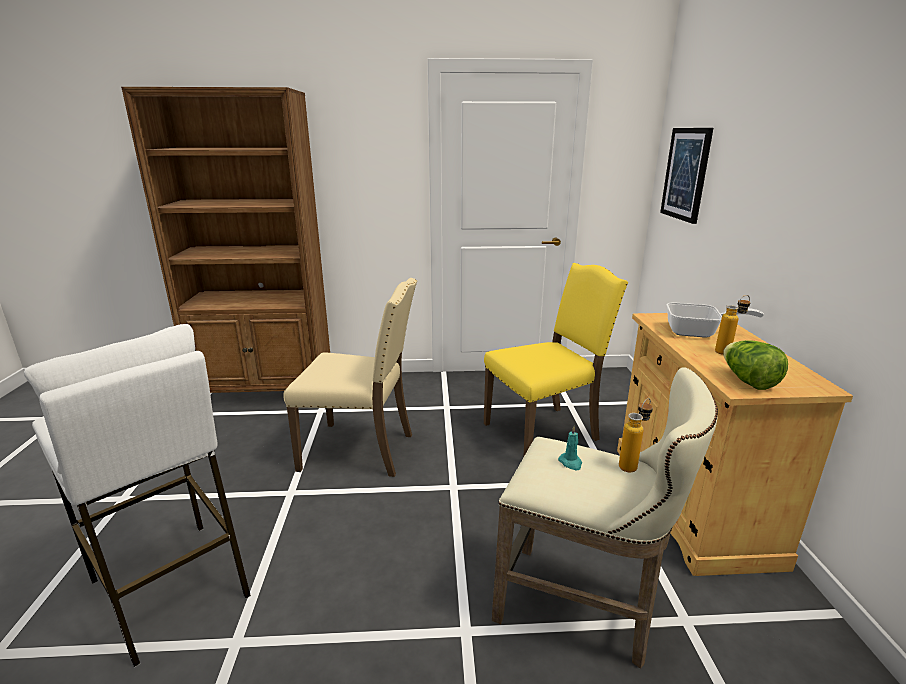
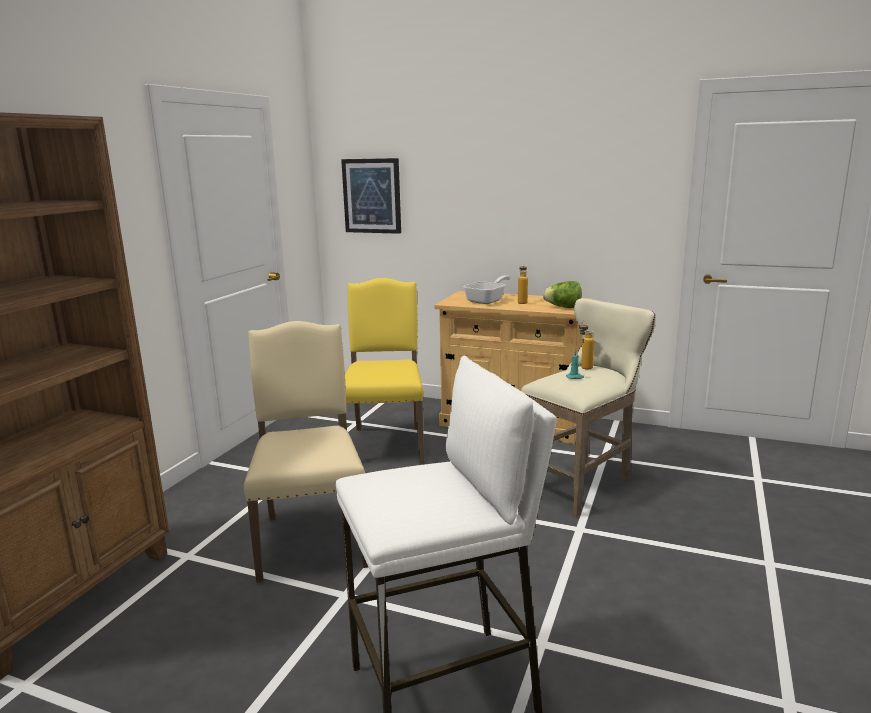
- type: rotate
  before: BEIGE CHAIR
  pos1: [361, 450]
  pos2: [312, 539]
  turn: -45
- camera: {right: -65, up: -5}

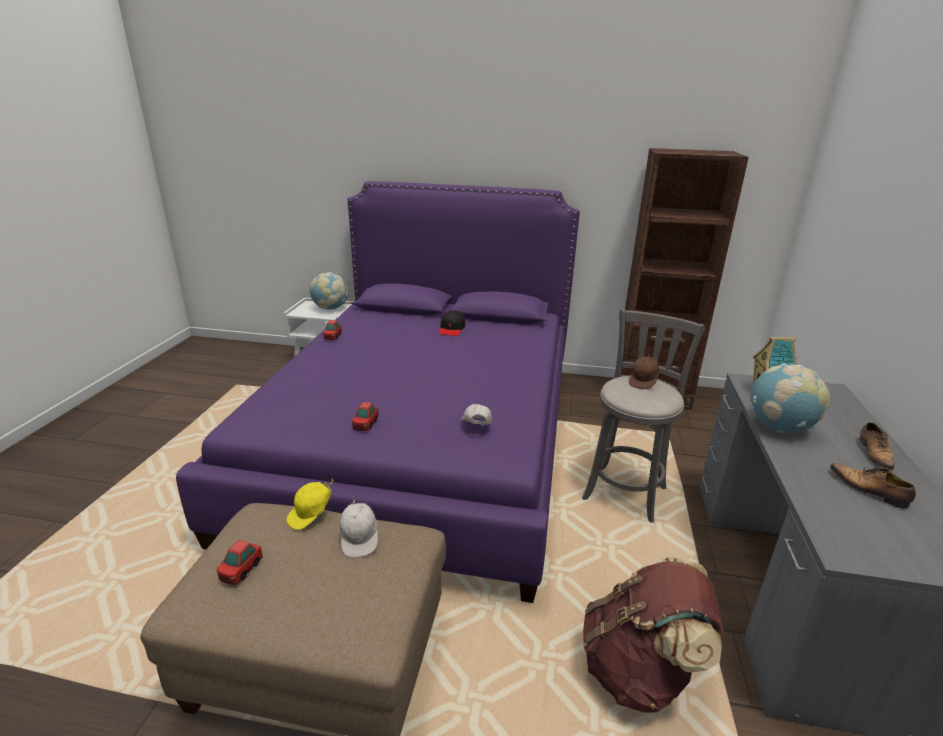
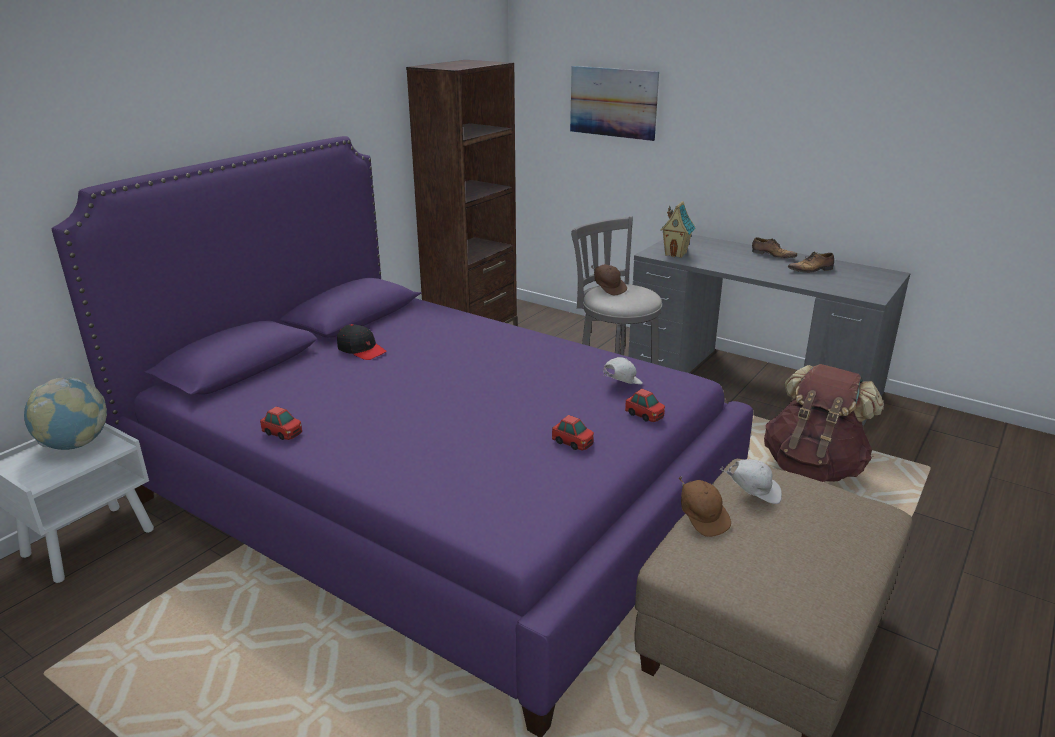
- type: delete
  before: GLOBE
  pos1: [779, 427]
- type: insert
  after: PICTURE
  pos2: [613, 102]
- type: move
  before: TOY CAR
  pos1: [241, 570]
  pos2: [644, 415]
- type: recolor
  before: YELLOW CAP
  after: BROWN CAP
  pos1: [311, 515]
  pos2: [702, 518]
- type: rotate
  before: WHITE CAP
  pos1: [476, 428]
  pos2: [620, 385]
  turn: 120
- camera: {right: -65, up: 0}

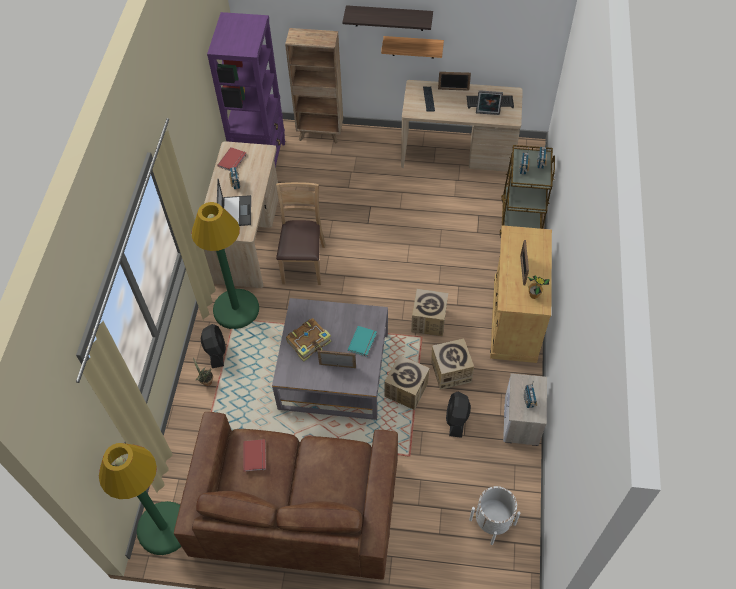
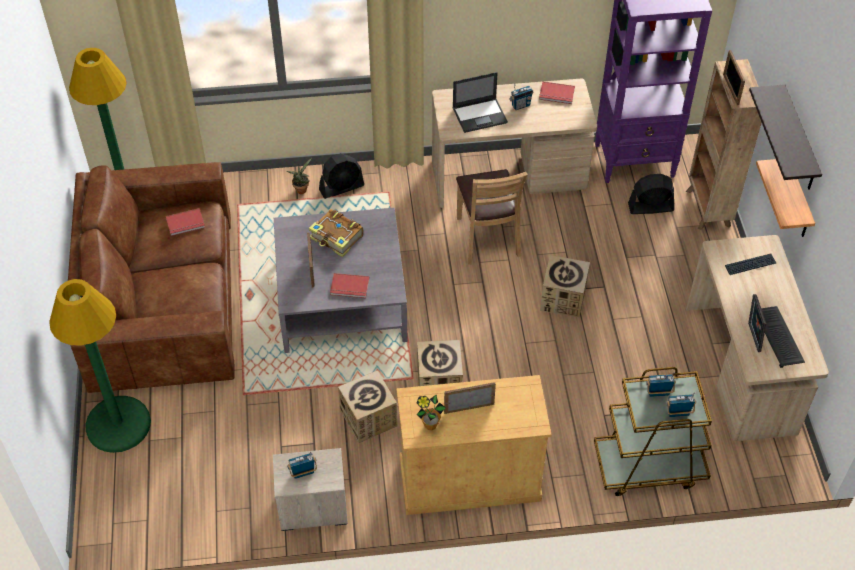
- type: delete
  before: WHITE PLANTER
  pos1: [492, 522]
- type: move
  before: GREEN FLOOR LAMP
  pos1: [236, 309]
  pos2: [118, 424]
- type: move
  before: CARDBOARD BOX
  pos1: [406, 390]
  pos2: [563, 298]
- type: move
  before: PICTURE FRAME
  pos1: [453, 89]
  pos2: [730, 89]
- type: move
  before: BLACK FAN
  pos1: [457, 419]
  pos2: [650, 207]
- type: recolor
  before: TURQUOISE BOOK
  after: RED BOOK
  pos1: [363, 342]
  pos2: [349, 287]
- type: rotate
  before: BROWN CHAIR
  pos1: [303, 263]
  pos2: [487, 238]
  turn: 90
- camera: {right: 75, up: -5}

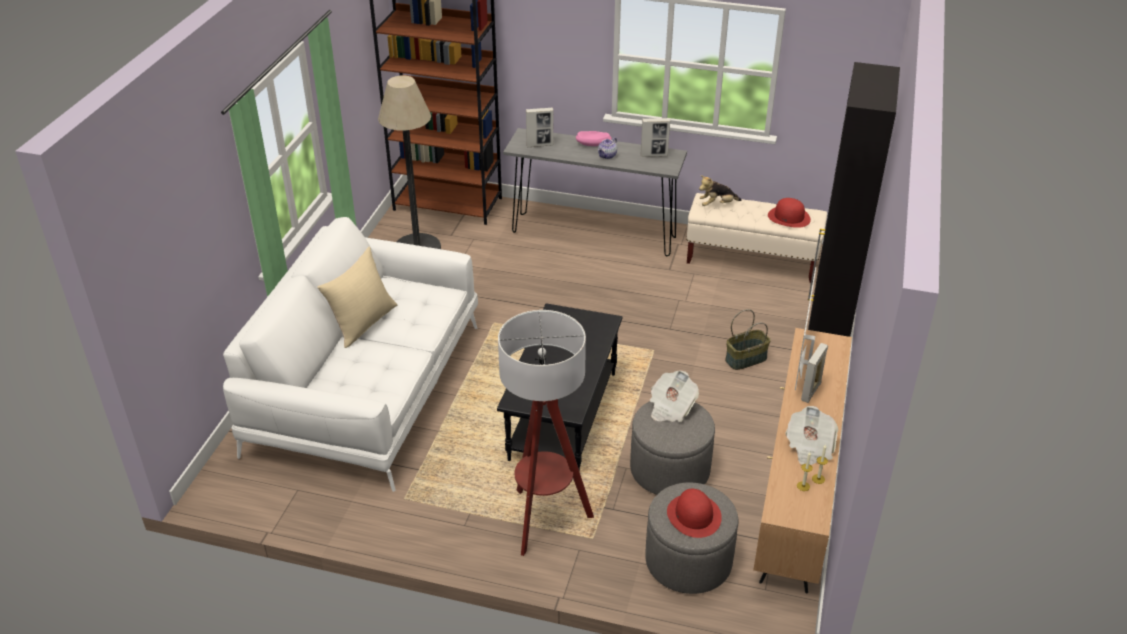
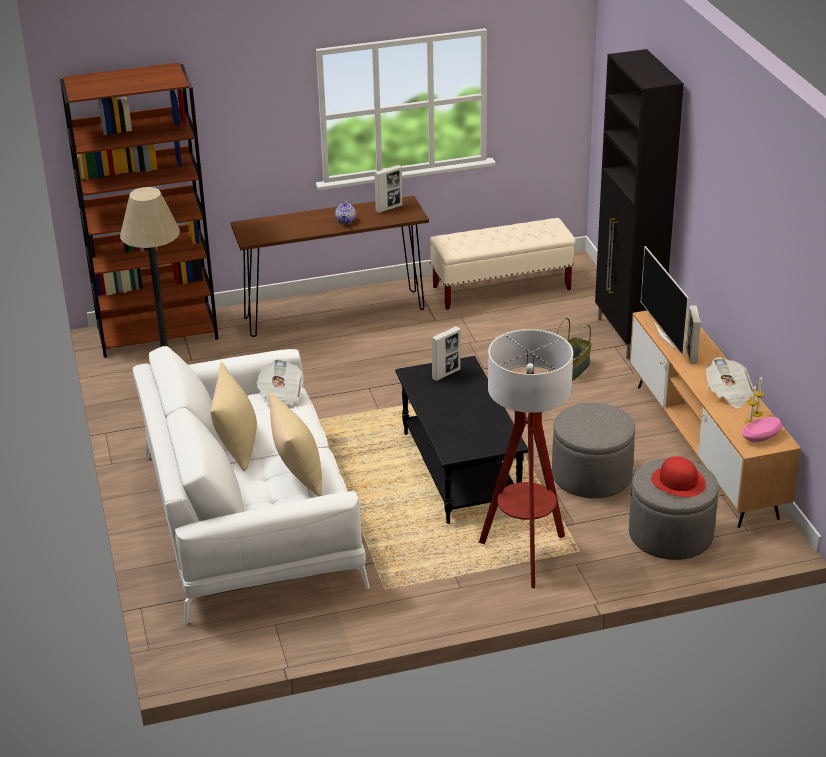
- type: delete
  before: PLUSH TOY
  pos1: [717, 204]
- type: delete
  before: RED HAT
  pos1: [789, 217]
- type: insert
  after: BEIGE PILLOW
  pos2: [297, 473]
- type: move
  before: PICTURE FRAME
  pos1: [540, 145]
  pos2: [446, 374]
- type: move
  before: PINK BOWL
  pos1: [593, 144]
  pos2: [761, 437]
- type: move
  before: NEWSPAPER
  pos1: [671, 407]
  pos2: [280, 396]
- type: recolor
  before: GREY CONSOLE TABLE
  after: BROWN CONSOLE TABLE
  pos1: [593, 234]
  pos2: [334, 314]
- camera: {right: -30, up: -5}

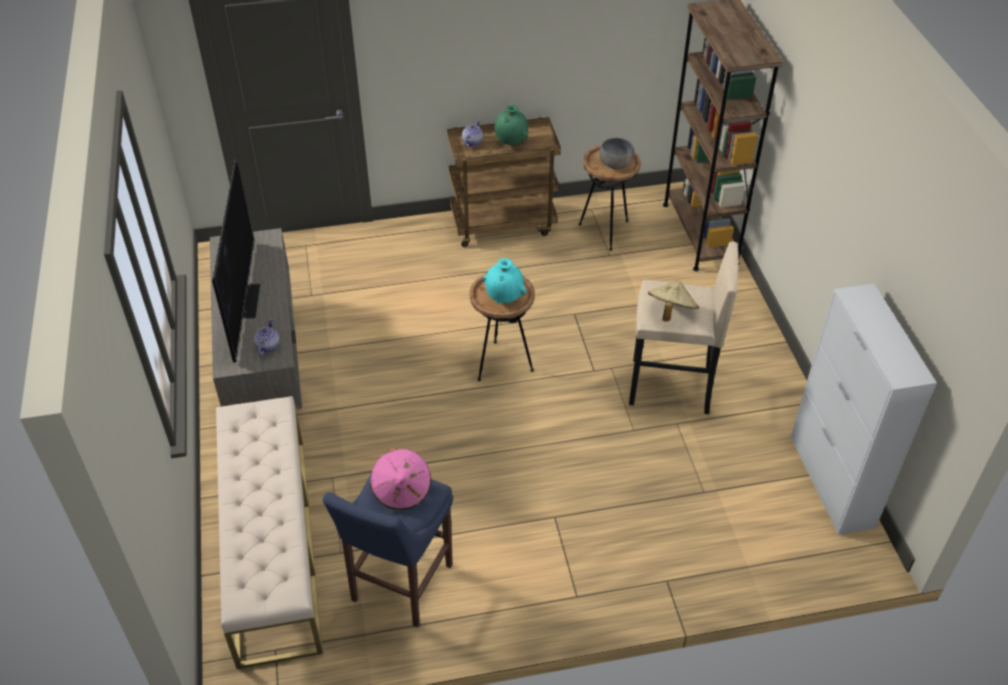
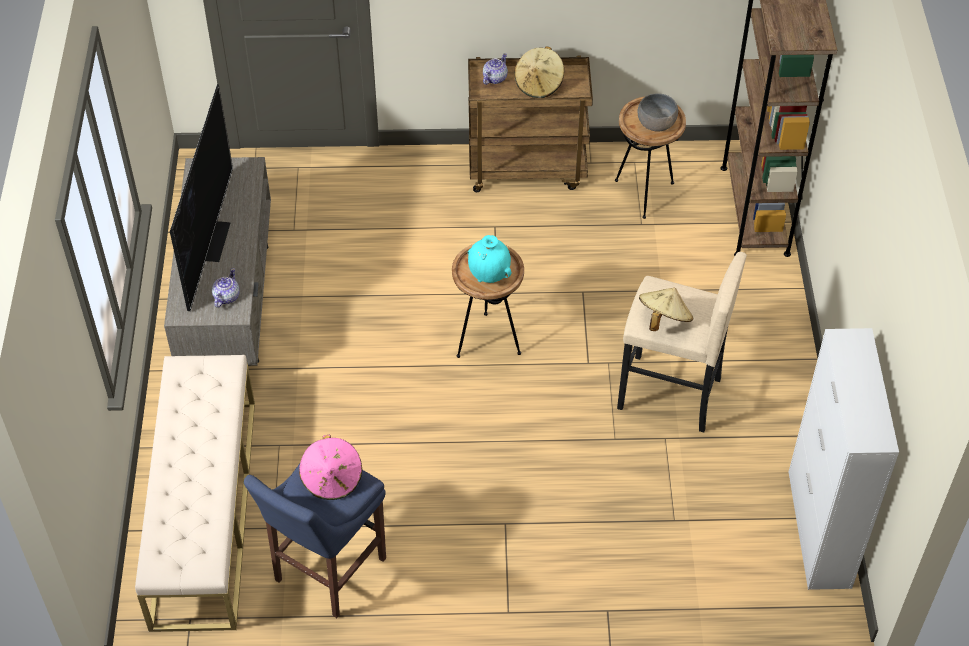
- type: replace
  before: GREEN VASE
  after: BEIGE HAT
  pos1: [511, 143]
  pos2: [539, 84]
- camera: {right: 10, up: 5}

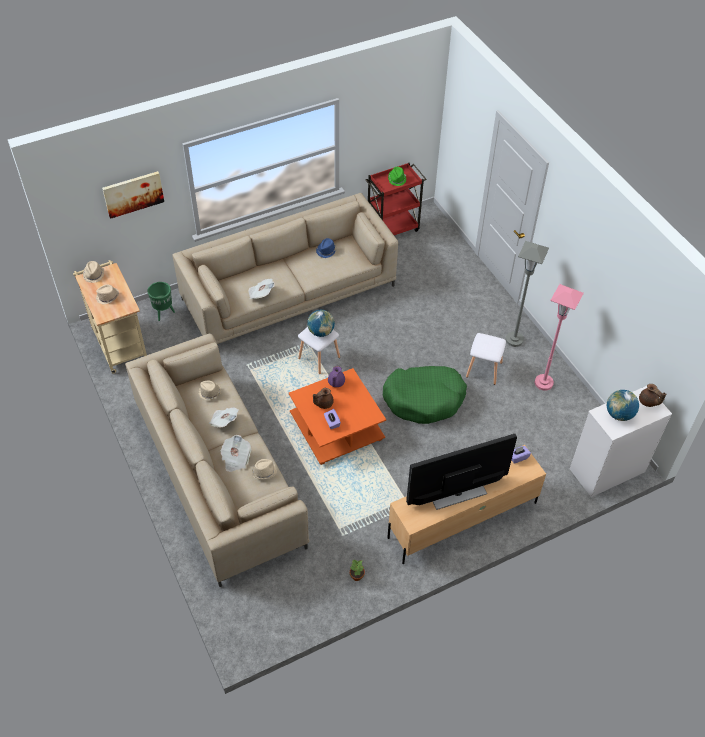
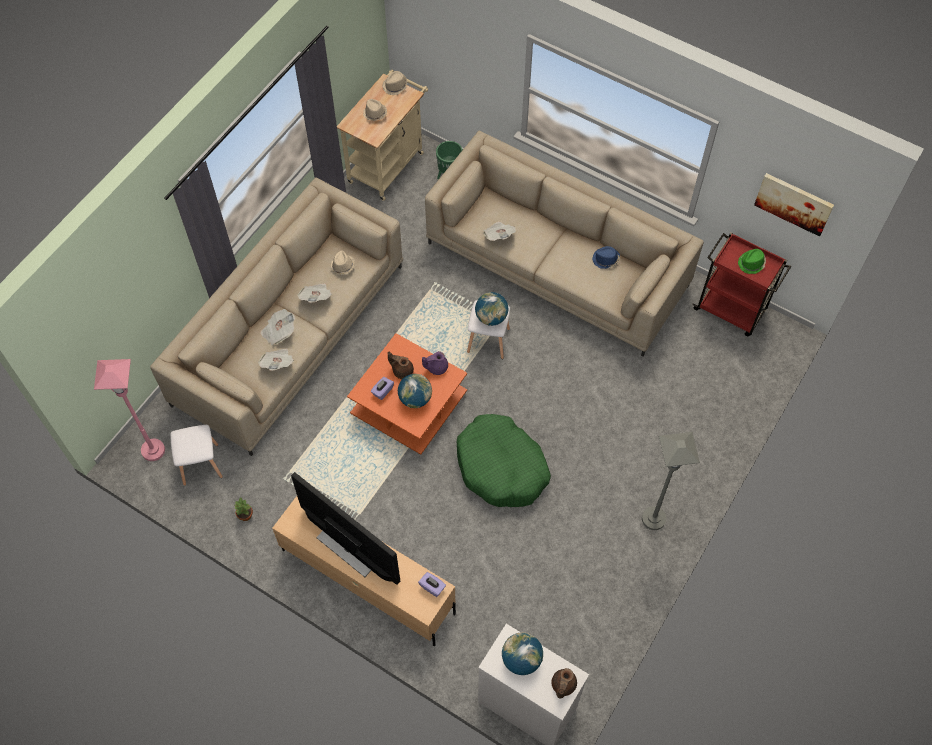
- type: insert
  after: GLOBE
  pos2: [415, 399]
- type: move
  before: PICTURE
  pos1: [133, 194]
  pos2: [794, 203]
- type: move
  before: WHITE STOOL
  pos1: [484, 370]
  pos2: [200, 465]
- type: move
  before: PINK FLOOR LAMP
  pos1: [543, 383]
  pos2: [153, 450]
- type: replace
  before: BEIGE HAT
  after: NEWSPAPER
  pos1: [264, 472]
  pos2: [278, 363]
- camera: {right: 60, up: 10}

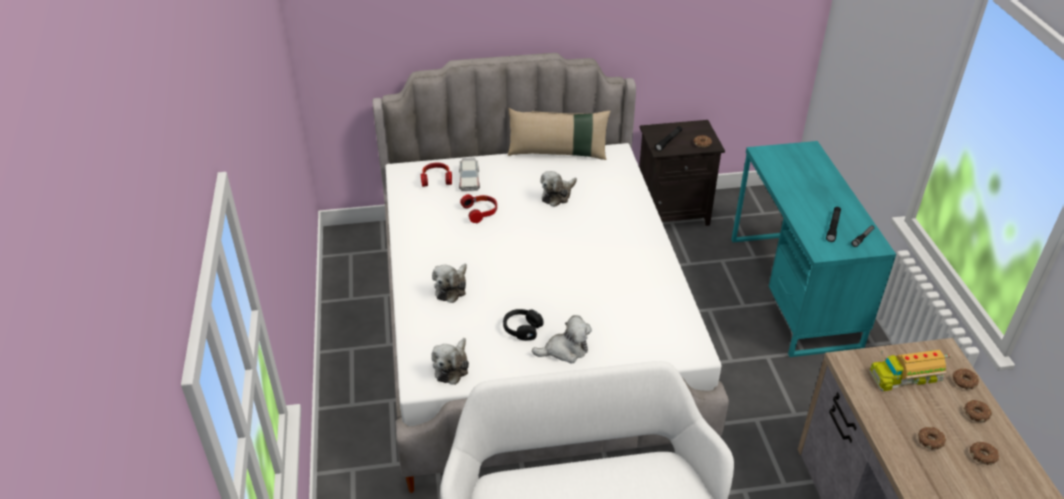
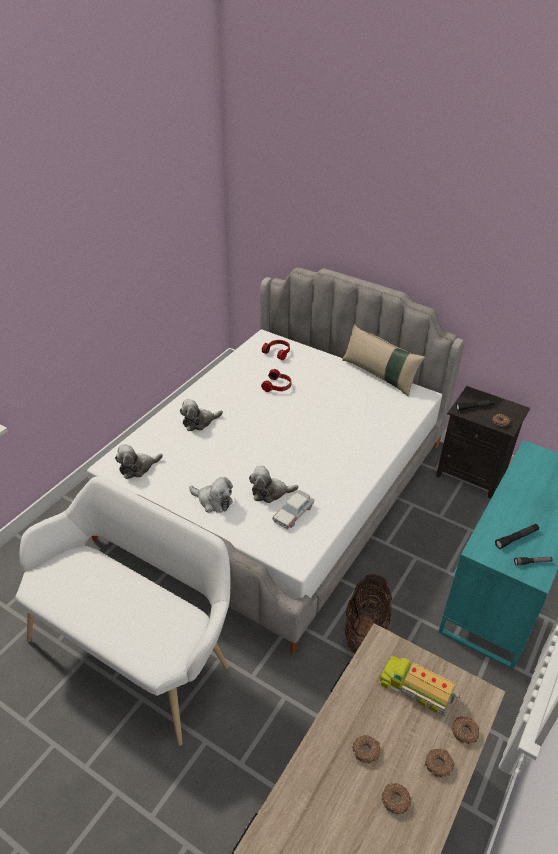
- type: delete
  before: BLACK HEADPHONES
  pos1: [522, 329]
- type: insert
  after: BASKET
  pos2: [365, 630]
- type: move
  before: TOY CAR
  pos1: [469, 179]
  pos2: [293, 513]
- type: move
  before: PLUSH TOY
  pos1: [557, 195]
  pos2: [270, 492]
- camera: {right: 40, up: 0}

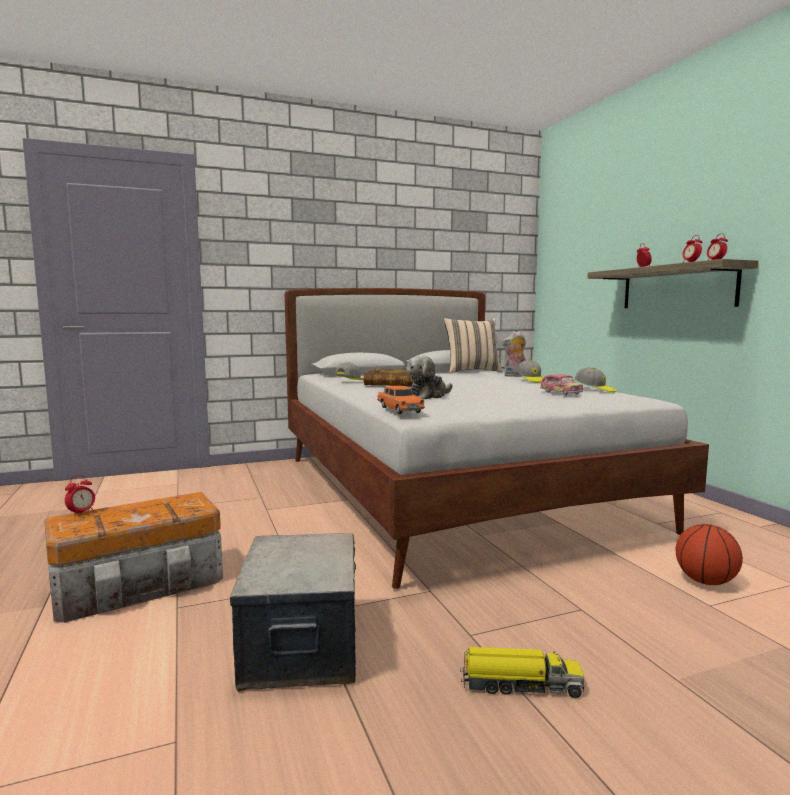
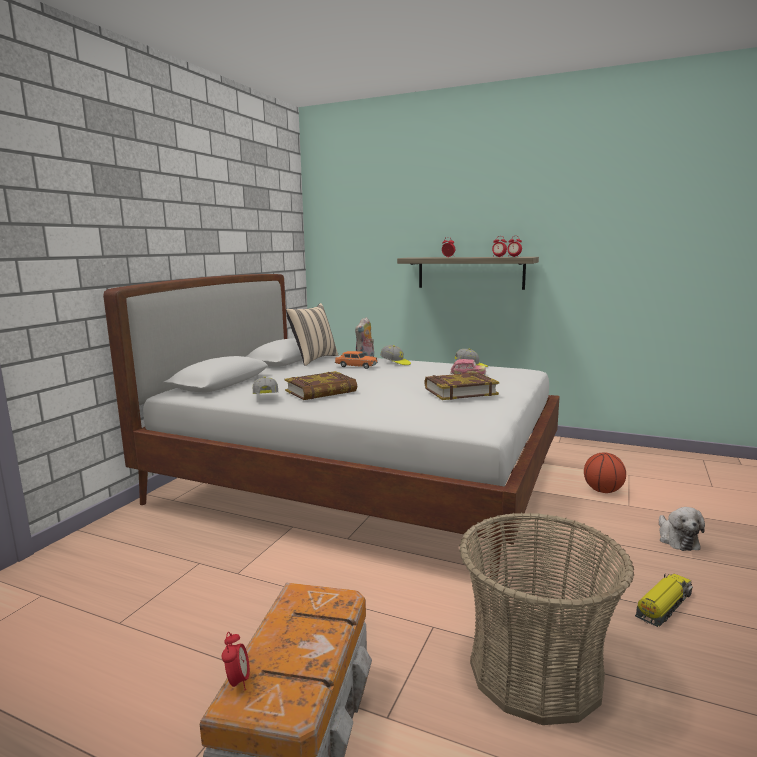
- type: insert
  after: BOOK
  pos2: [460, 391]
- type: move
  before: ORANGE TOY CAR
  pos1: [399, 410]
  pos2: [356, 366]
- type: move
  before: PLUSH TOY
  pos1: [428, 396]
  pos2: [677, 539]
- type: replace
  before: STORAGE BOX
  after: BASKET
  pos1: [300, 645]
  pos2: [536, 671]
- camera: {right: -45, up: 5}

